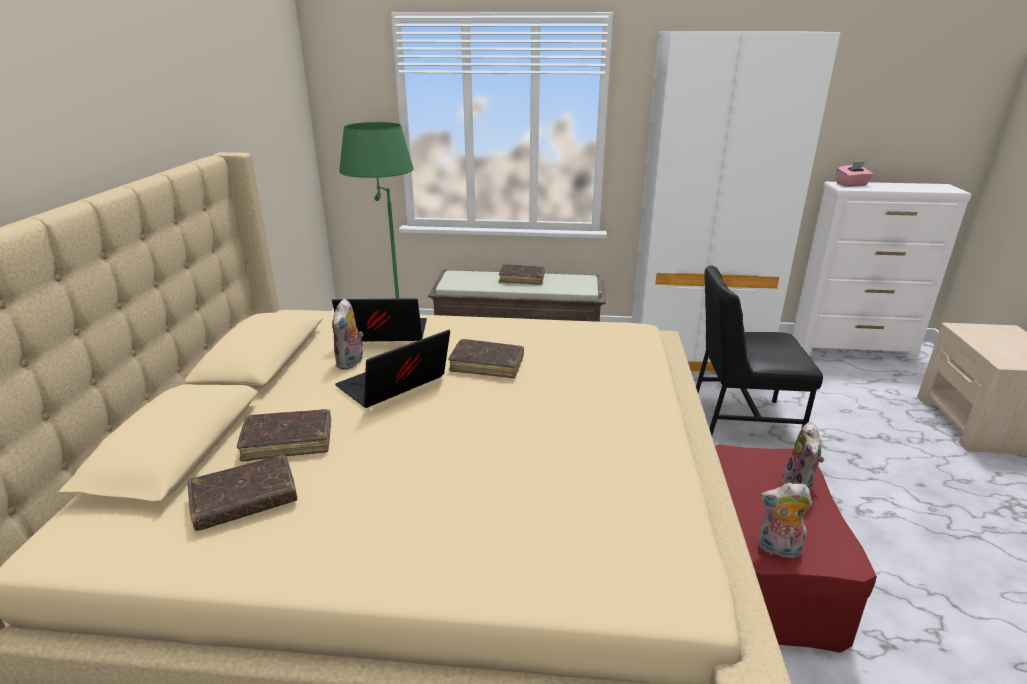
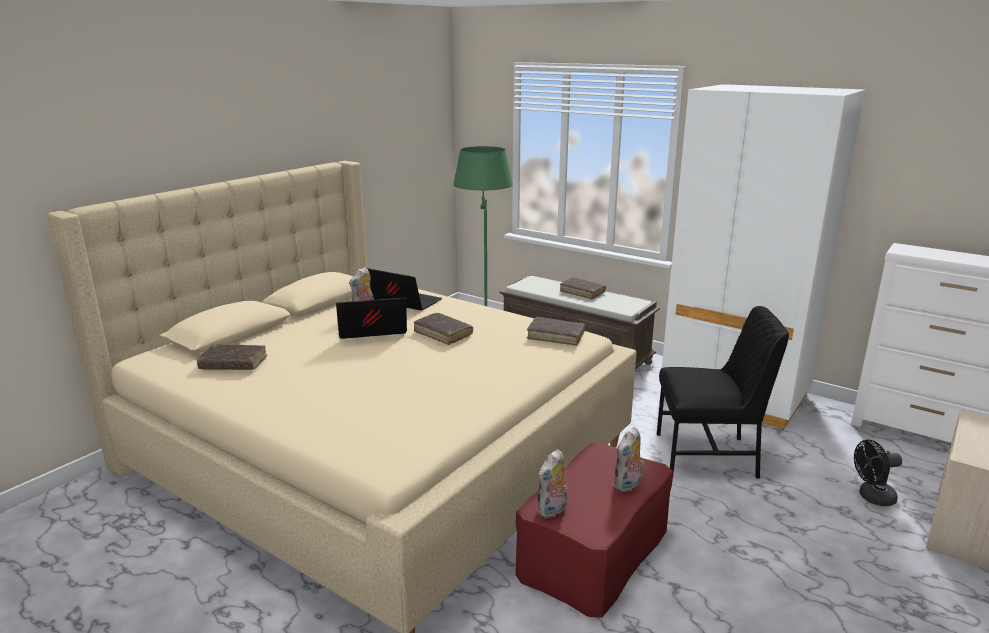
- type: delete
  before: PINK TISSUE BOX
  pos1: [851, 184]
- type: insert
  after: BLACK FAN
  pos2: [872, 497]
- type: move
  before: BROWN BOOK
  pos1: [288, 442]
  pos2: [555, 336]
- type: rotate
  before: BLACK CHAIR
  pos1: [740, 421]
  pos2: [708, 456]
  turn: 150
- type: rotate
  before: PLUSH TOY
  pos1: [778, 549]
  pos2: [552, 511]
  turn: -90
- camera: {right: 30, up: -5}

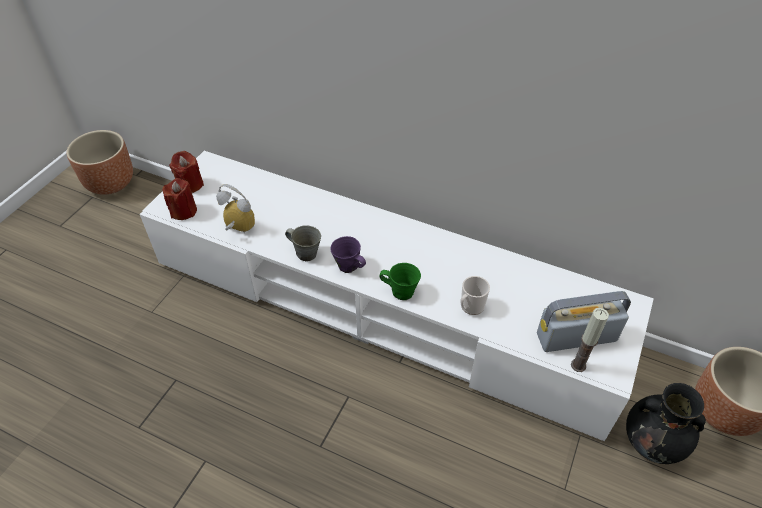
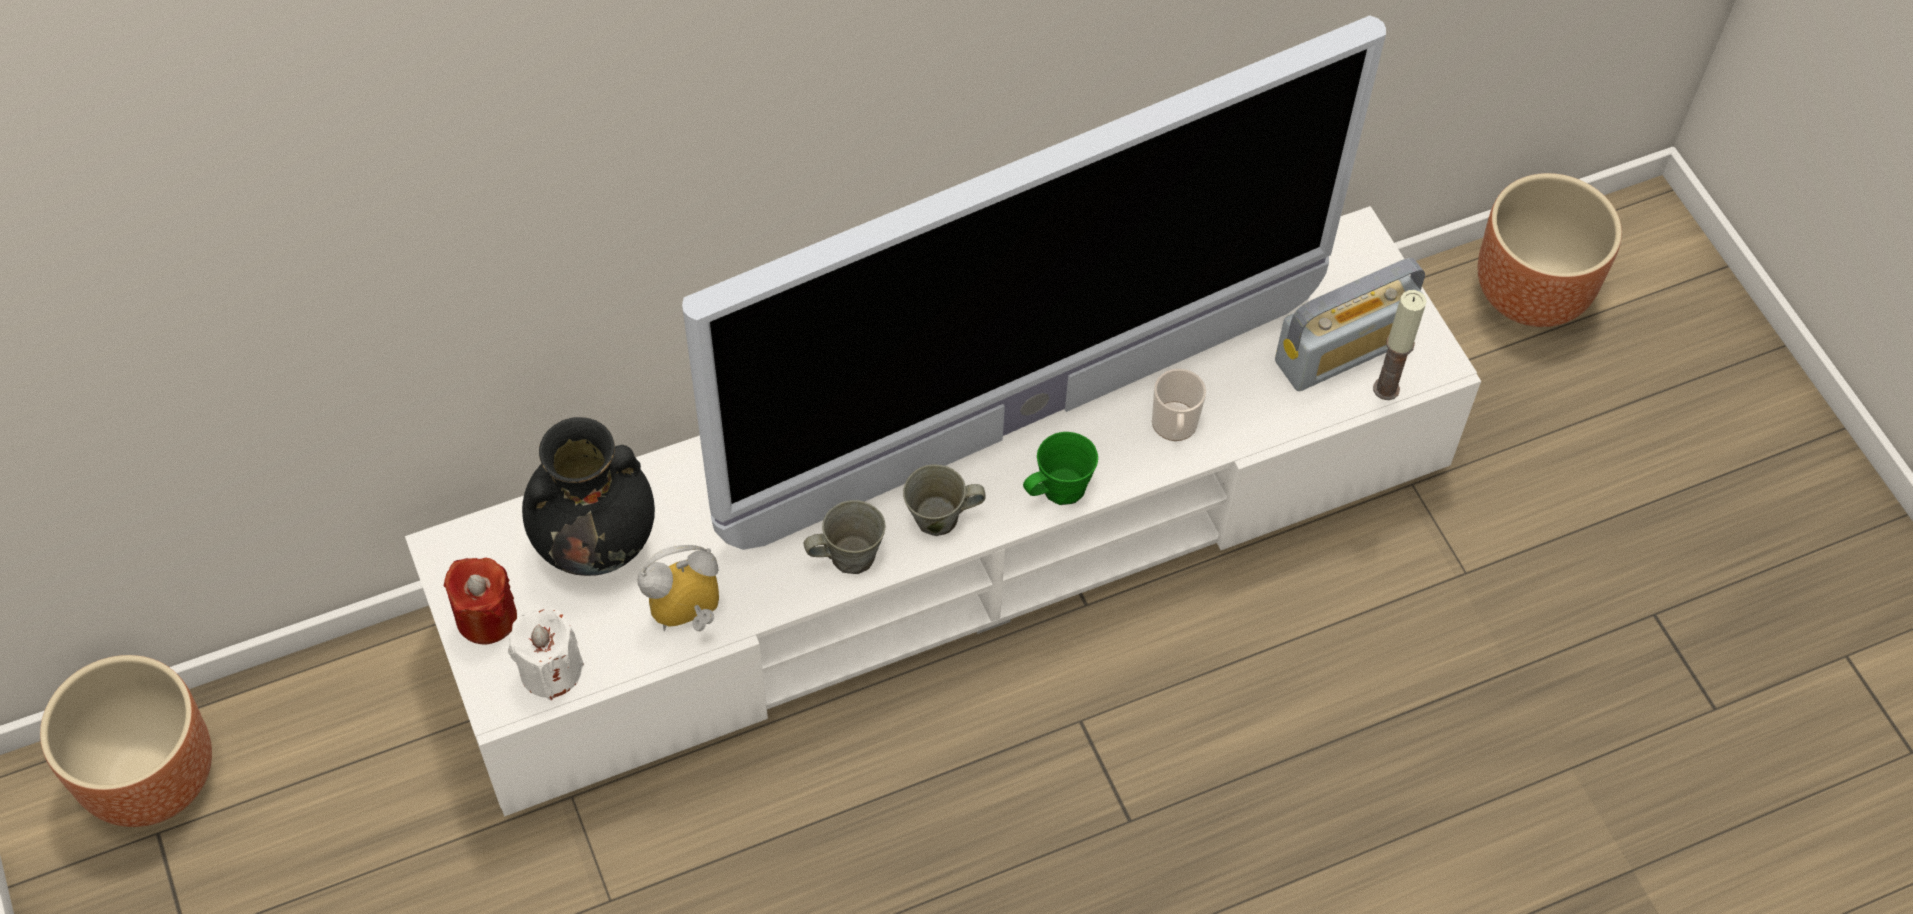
- type: insert
  after: TELEVISION
  pos2: [1028, 418]
- type: move
  before: BLACK VASE
  pos1: [652, 443]
  pos2: [597, 541]
- type: recolor
  before: RED CANDLE
  after: WHITE CANDLE
  pos1: [183, 211]
  pos2: [551, 670]
- type: recolor
  before: PURPLE MUG
  after: GREY MUG
  pos1: [349, 266]
  pos2: [940, 518]
- type: rotate
  before: RADIO
  pos1: [576, 337]
  pos2: [1343, 350]
  turn: -150
- camera: {right: -50, up: 10}

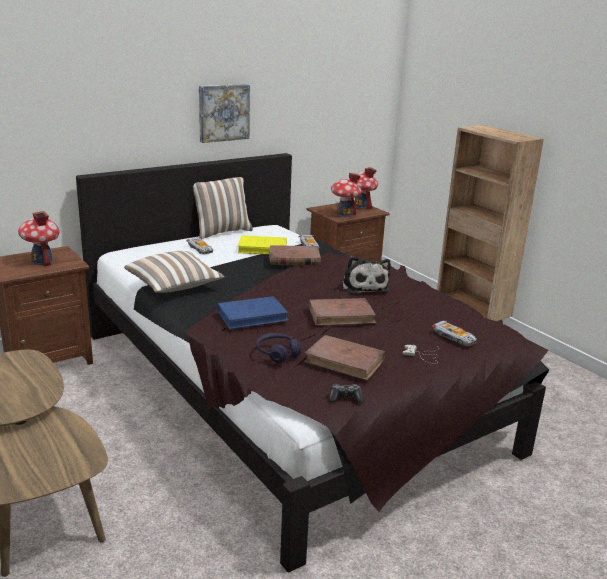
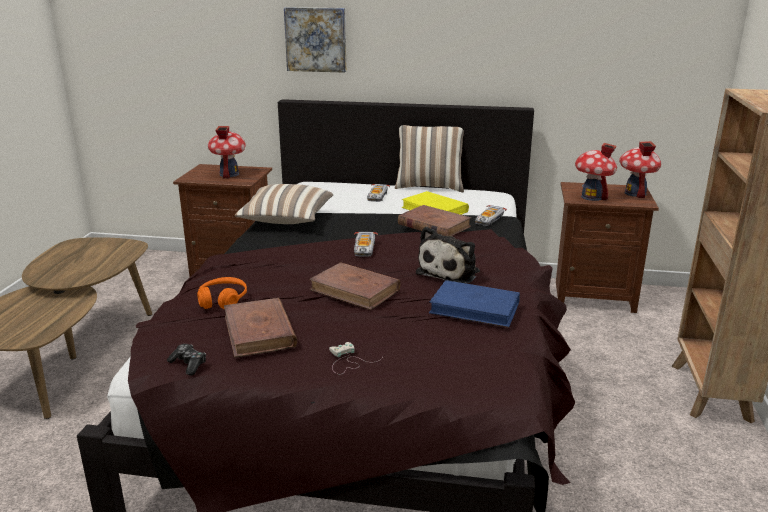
- type: move
  before: PICTURE
  pos1: [223, 112]
  pos2: [316, 39]
- type: move
  before: BLUE BOOK
  pos1: [252, 316]
  pos2: [475, 308]
- type: move
  before: TOY CAR
  pos1: [454, 337]
  pos2: [364, 248]
- type: recolor
  before: PURPLE HEADPHONES
  after: ORANGE HEADPHONES
  pos1: [277, 353]
  pos2: [222, 300]
- camera: {right: 45, up: 0}

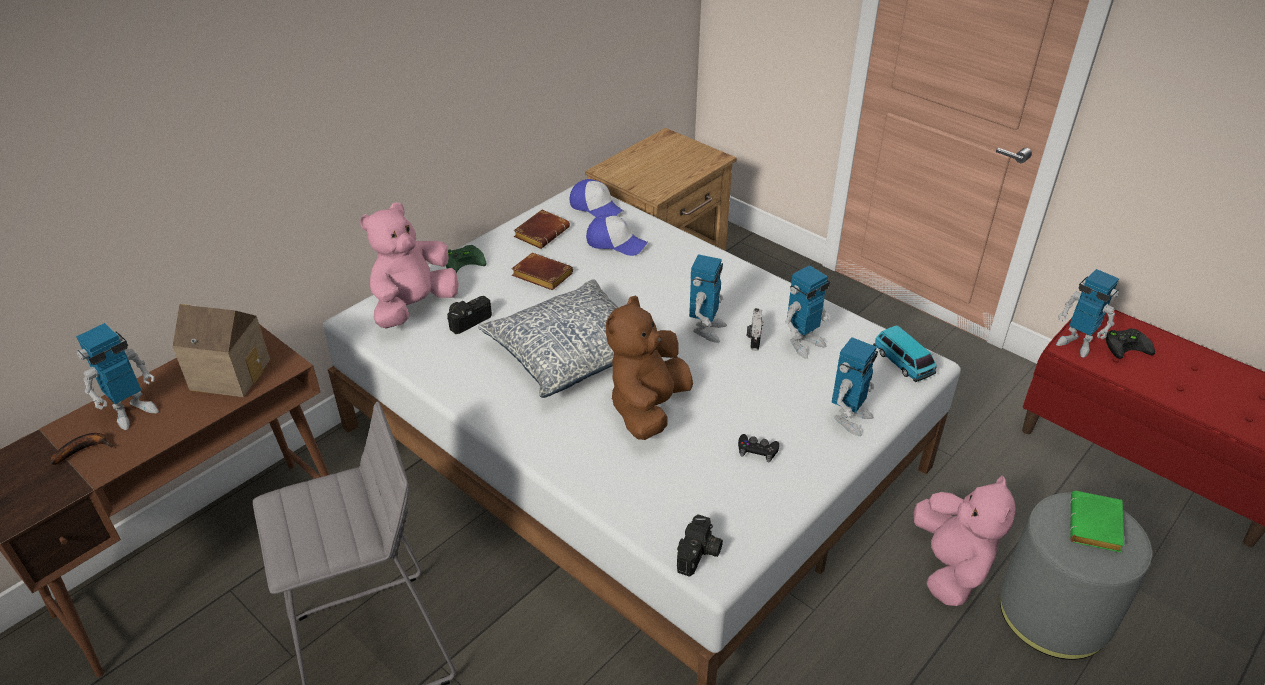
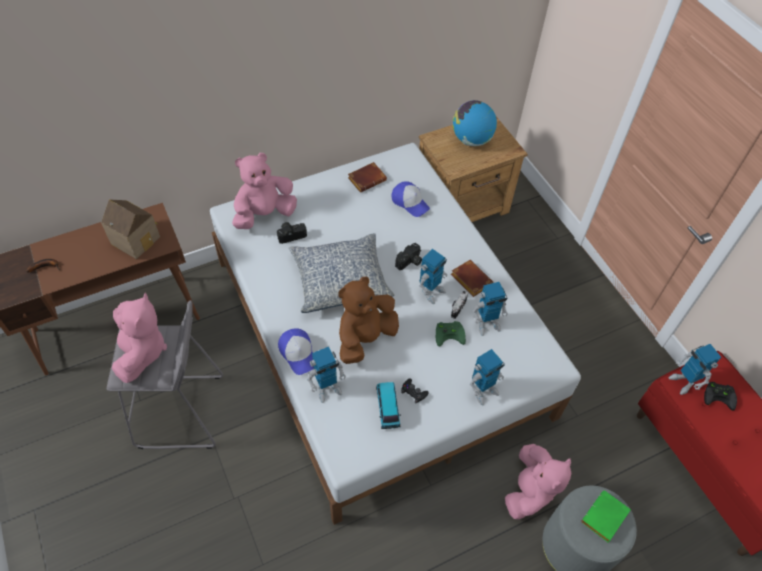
- type: insert
  after: PINK PLUSH TOY
  pos2: [141, 351]
- type: insert
  after: GLOBE
  pos2: [471, 140]
- type: move
  before: TOY ROBOT
  pos1: [132, 411]
  pos2: [327, 388]
- type: move
  before: GREEN GAME CONTROLLER
  pos1: [464, 261]
  pos2: [450, 334]
- type: move
  before: BROWN BOOK
  pos1: [540, 276]
  pos2: [469, 280]
- type: move
  before: CAP
  pos1: [596, 207]
  pos2: [298, 353]
- type: move
  before: PHOTO CAMERA
  pos1: [699, 555]
  pos2: [409, 262]
- type: move
  before: TOY CAR
  pos1: [903, 363]
  pos2: [387, 408]
- camera: {right: 20, up: 15}

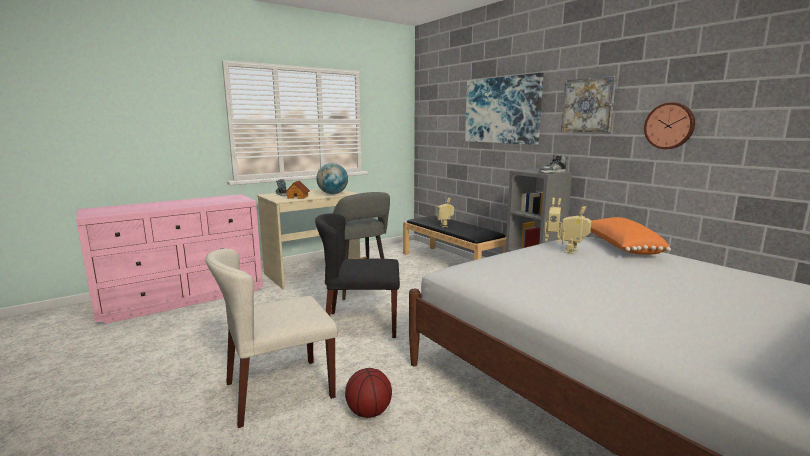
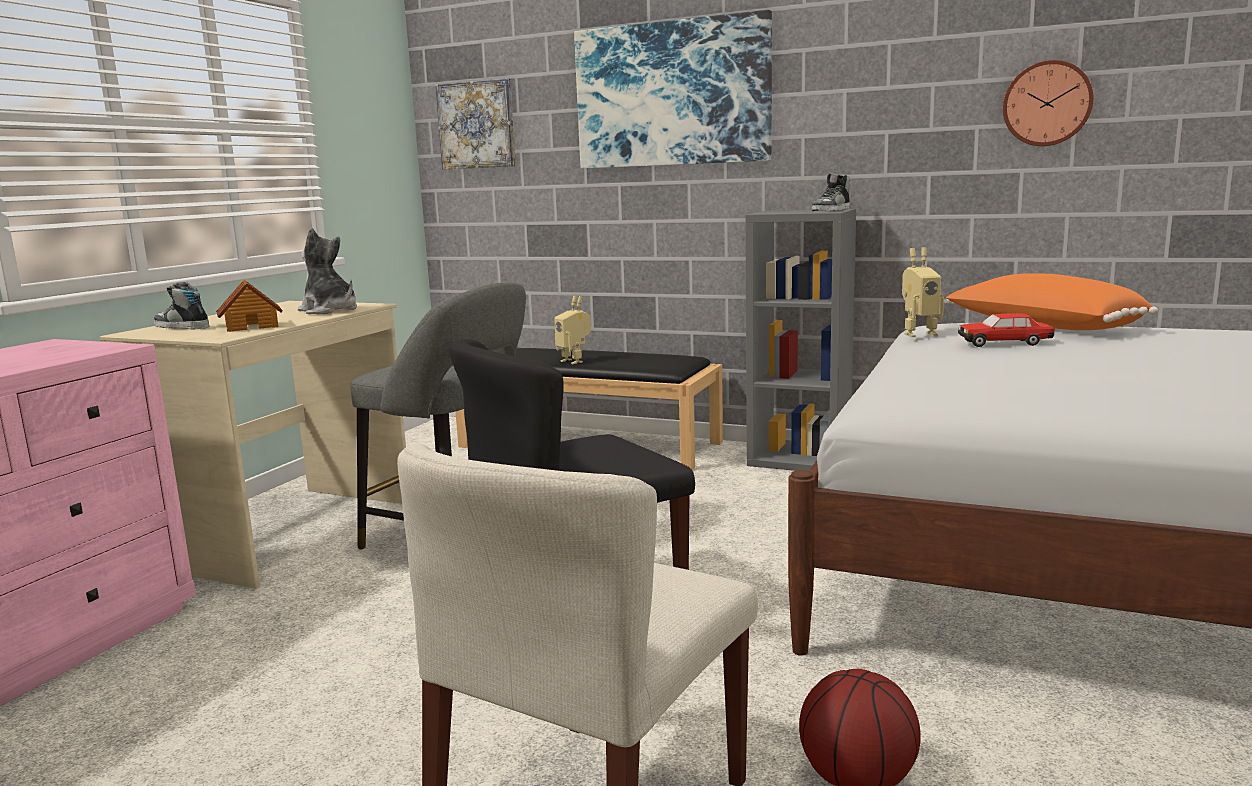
- type: move
  before: PICTURE
  pos1: [588, 105]
  pos2: [477, 125]
- type: replace
  before: GLOBE
  after: PLUSH TOY
  pos1: [332, 194]
  pos2: [329, 311]
- type: replace
  before: TOY ROBOT
  after: TOY CAR
  pos1: [573, 252]
  pos2: [1004, 343]
- camera: {right: -30, up: 0}

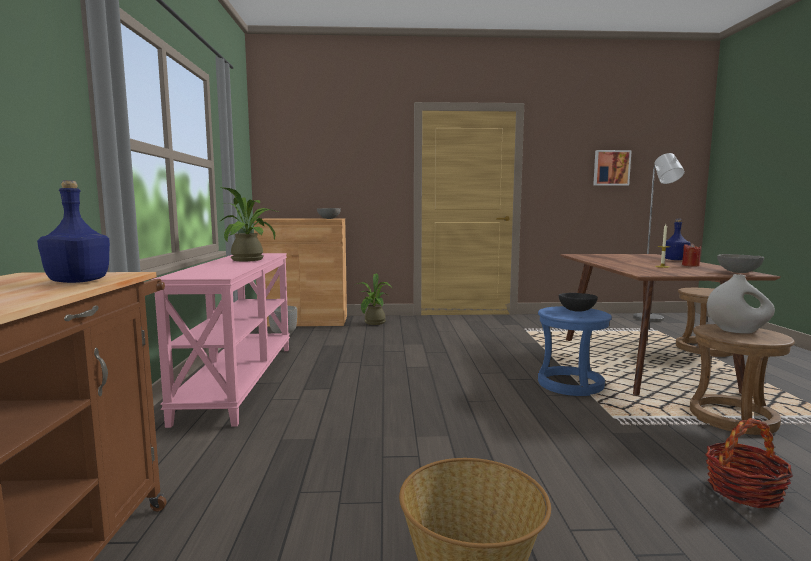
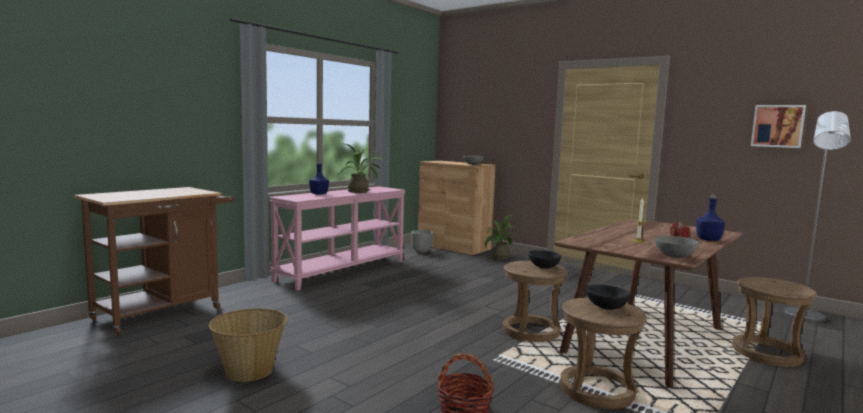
- type: move
  before: BLUE BOTTLE
  pos1: [79, 281]
  pos2: [319, 194]
- type: replace
  before: WHITE VASE
  after: BLACK BOWL
  pos1: [737, 331]
  pos2: [607, 308]
- type: recolor
  before: BLUE STOOL
  after: BROWN STOOL
  pos1: [570, 384]
  pos2: [531, 331]
- camera: {right: 40, up: 0}

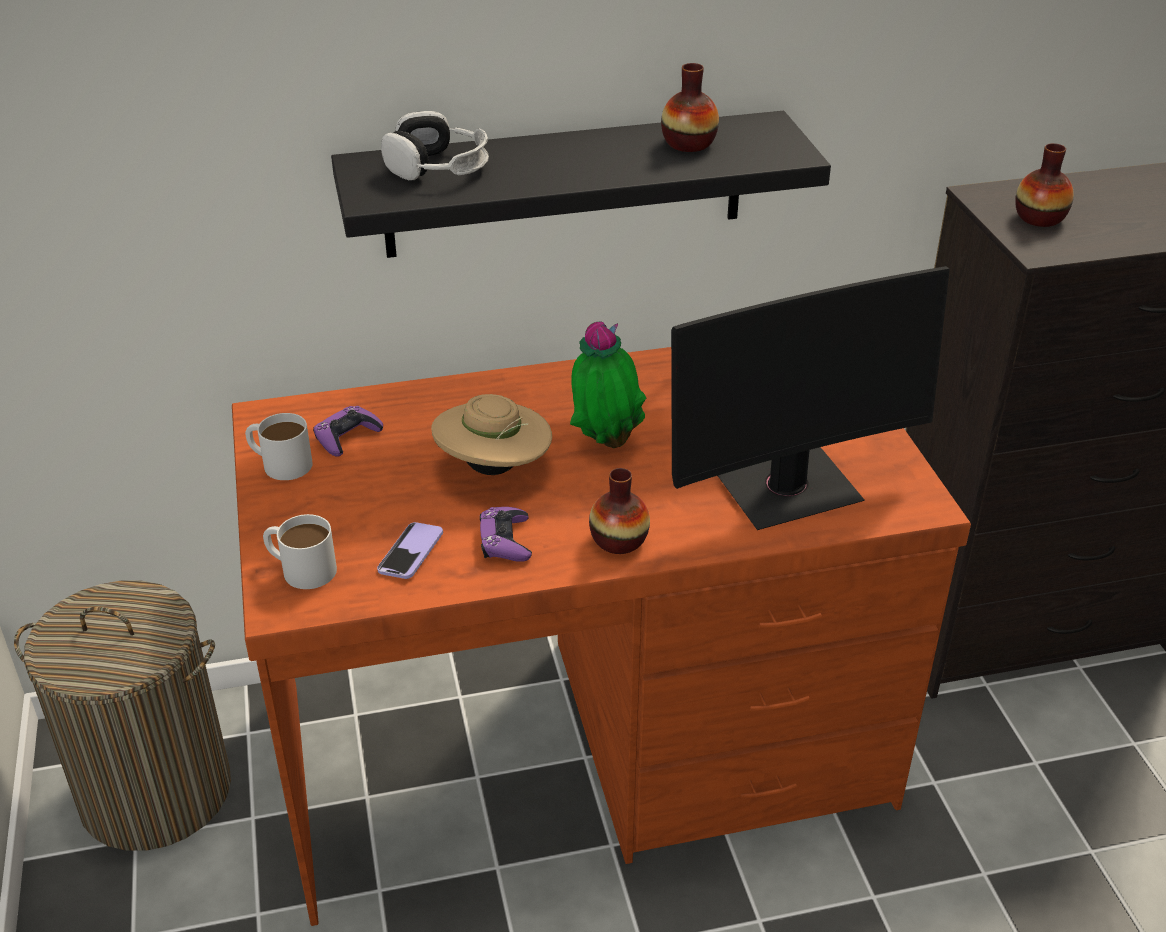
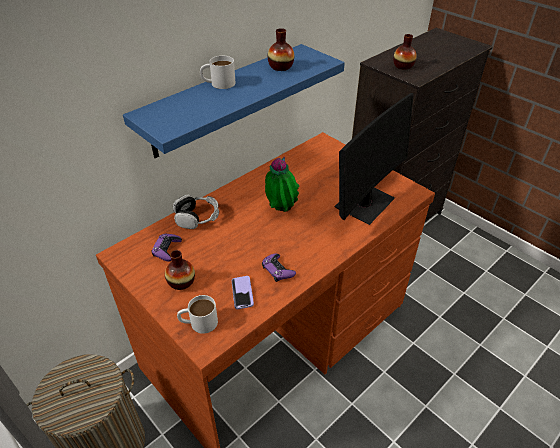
- type: delete
  before: BEIGE HAT
  pos1: [494, 469]
- type: move
  before: WHITE MUG
  pos1: [279, 463]
  pos2: [218, 83]
- type: move
  before: HEADPHONES
  pos1: [438, 167]
  pos2: [197, 217]
- type: move
  before: VASE
  pos1: [619, 540]
  pos2: [181, 282]
- type: recolor
  before: BLACK SHELF
  after: BLUE SHELF
  pos1: [564, 185]
  pos2: [224, 100]
- camera: {right: -30, up: 5}

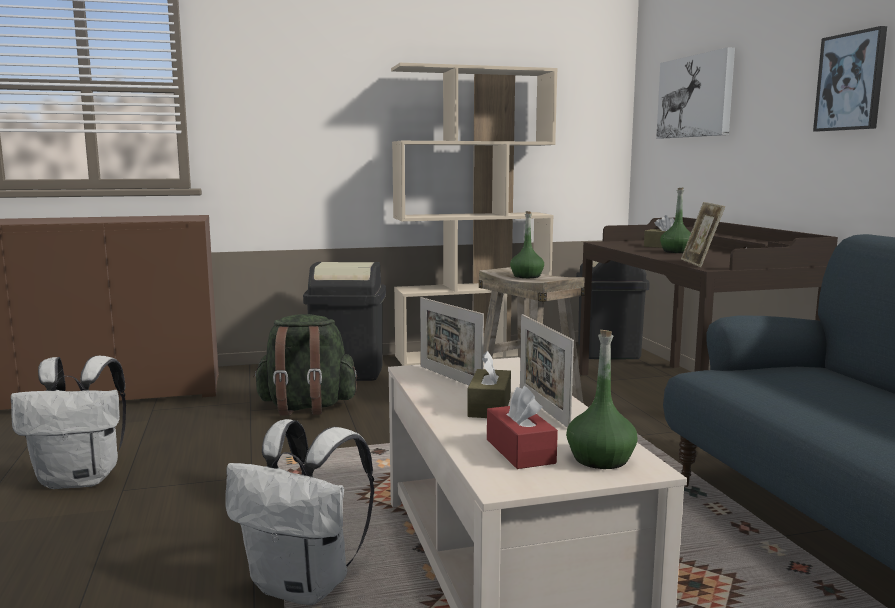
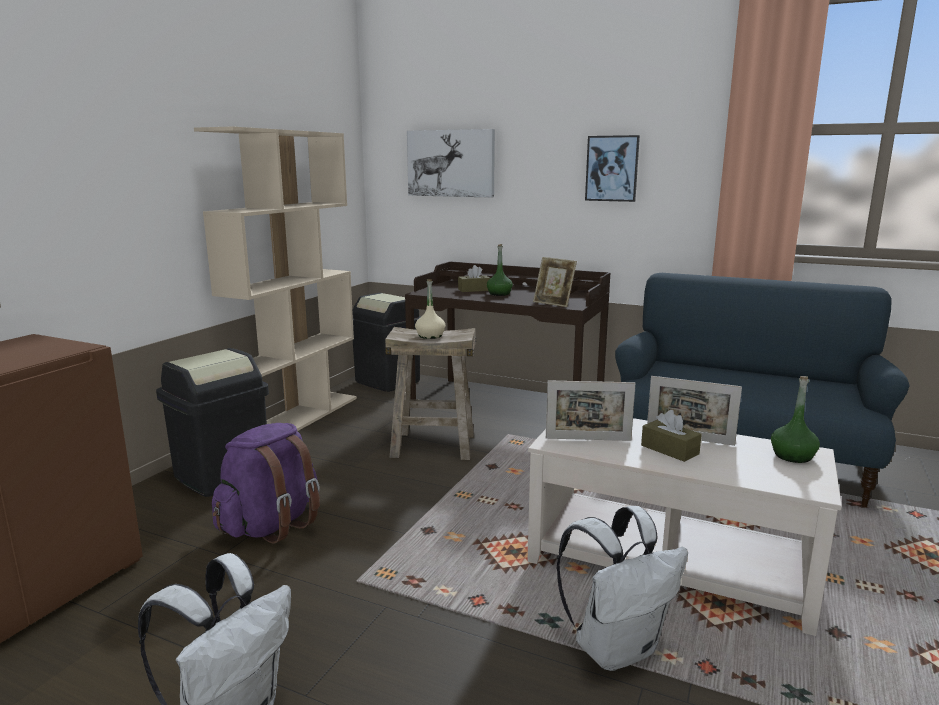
- type: delete
  before: RED TISSUE BOX
  pos1: [520, 451]
- type: recolor
  before: GREEN BACKPACK
  after: PURPLE BACKPACK
  pos1: [306, 407]
  pos2: [271, 525]
- type: recolor
  before: GREEN BOTTLE
  after: BEIGE BOTTLE
  pos1: [527, 276]
  pos2: [430, 336]
- camera: {right: -50, up: 5}

